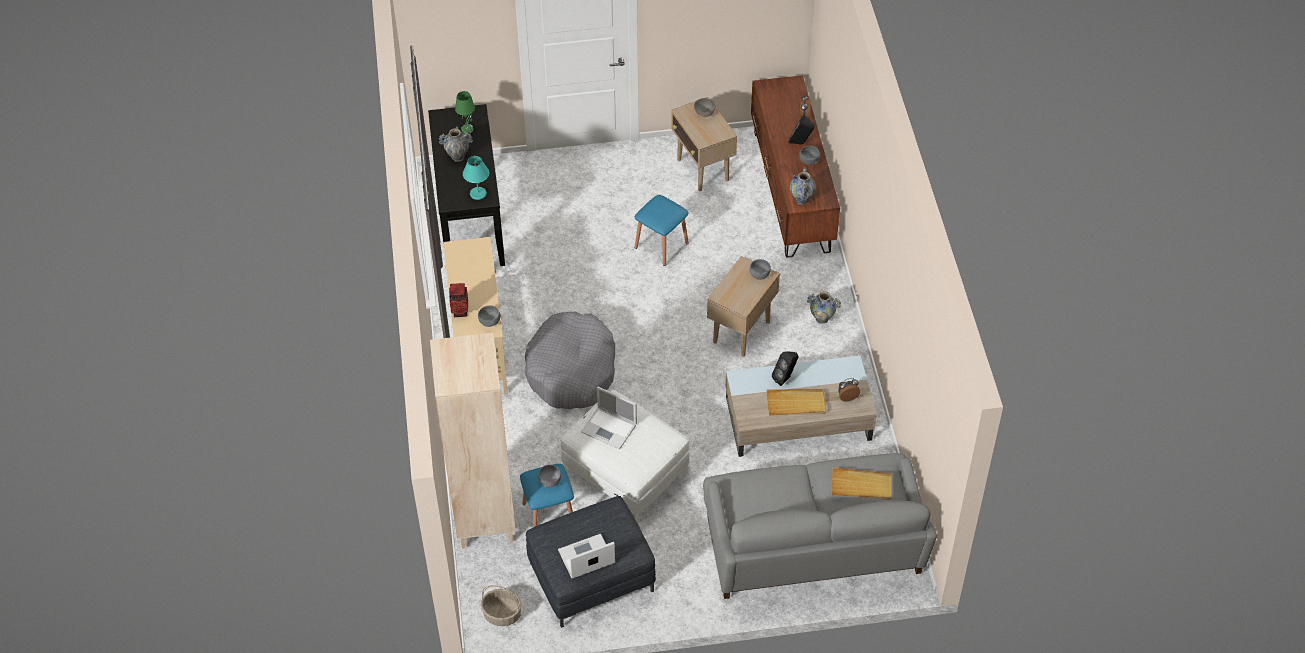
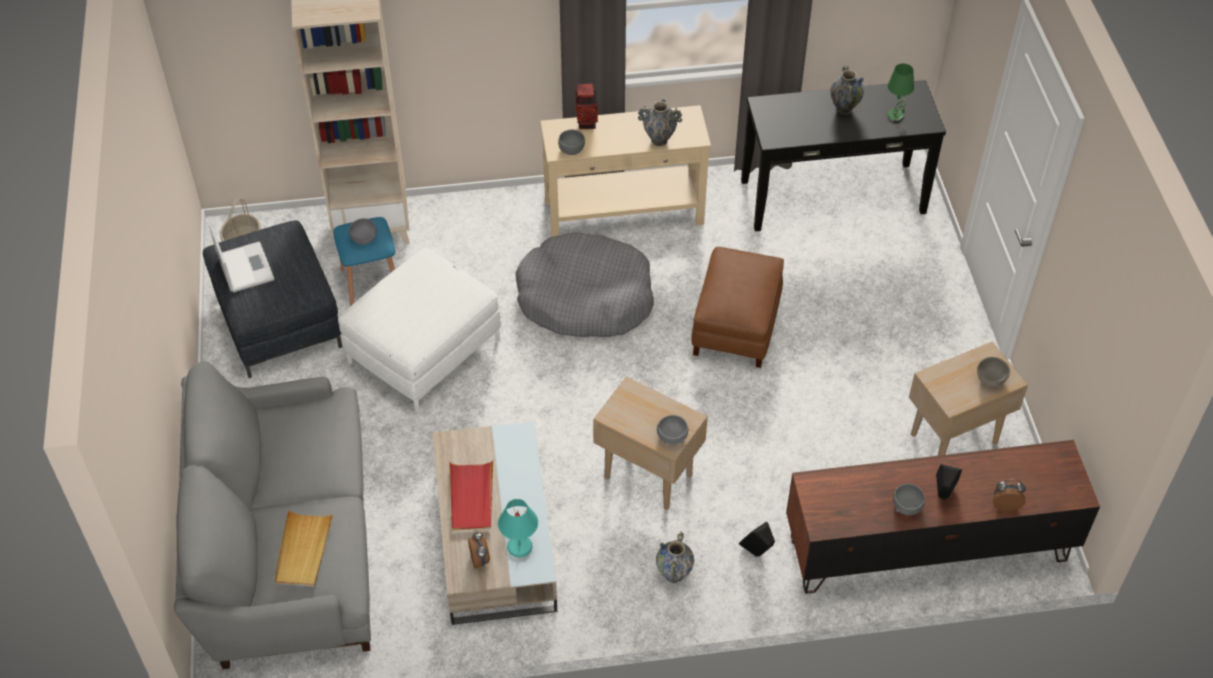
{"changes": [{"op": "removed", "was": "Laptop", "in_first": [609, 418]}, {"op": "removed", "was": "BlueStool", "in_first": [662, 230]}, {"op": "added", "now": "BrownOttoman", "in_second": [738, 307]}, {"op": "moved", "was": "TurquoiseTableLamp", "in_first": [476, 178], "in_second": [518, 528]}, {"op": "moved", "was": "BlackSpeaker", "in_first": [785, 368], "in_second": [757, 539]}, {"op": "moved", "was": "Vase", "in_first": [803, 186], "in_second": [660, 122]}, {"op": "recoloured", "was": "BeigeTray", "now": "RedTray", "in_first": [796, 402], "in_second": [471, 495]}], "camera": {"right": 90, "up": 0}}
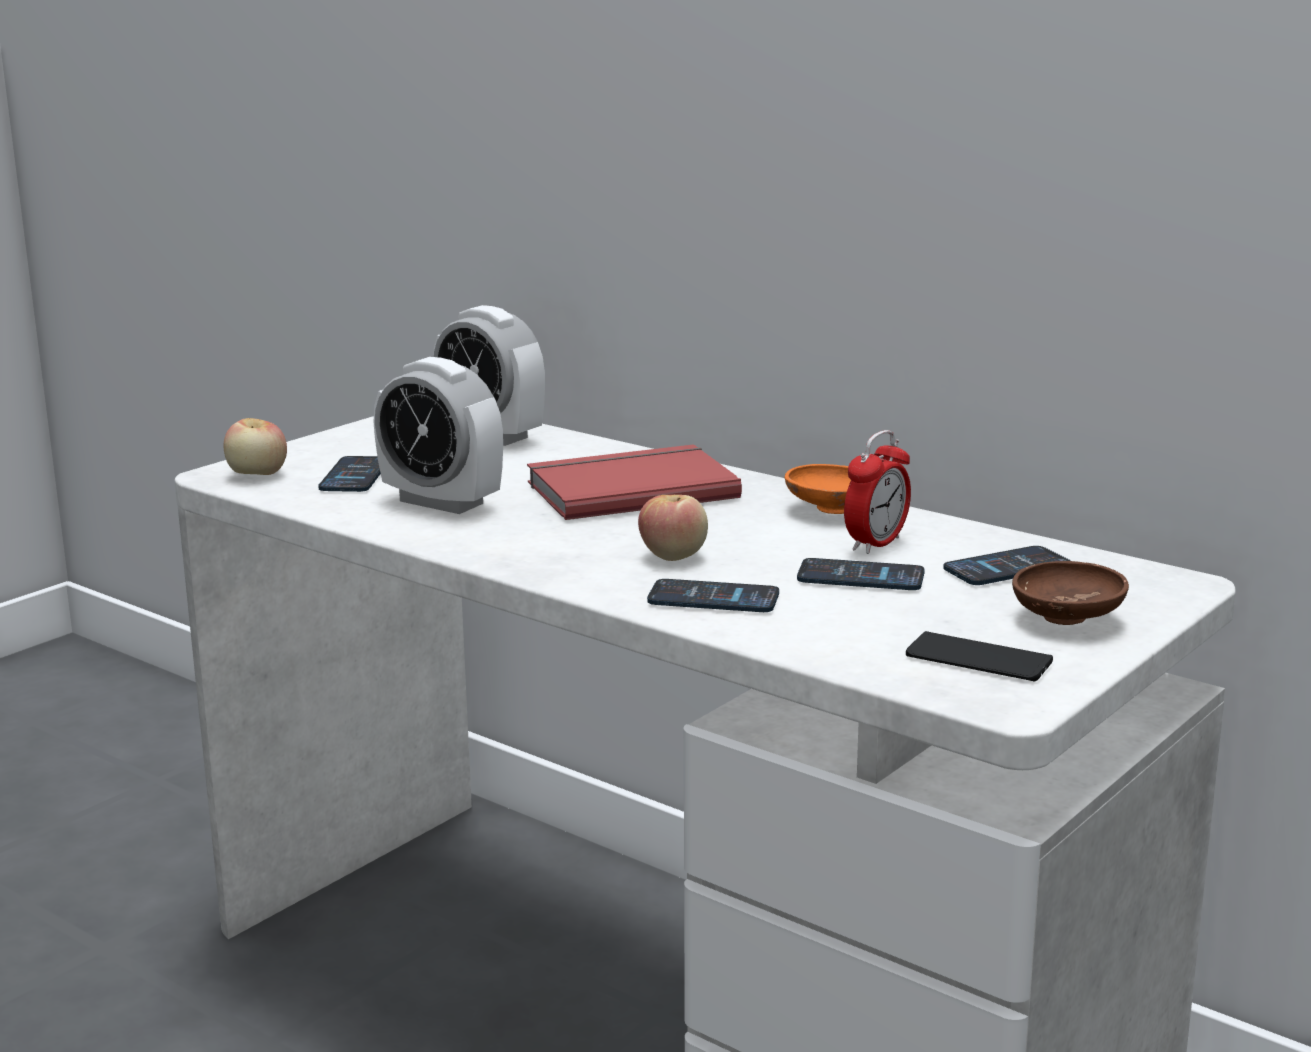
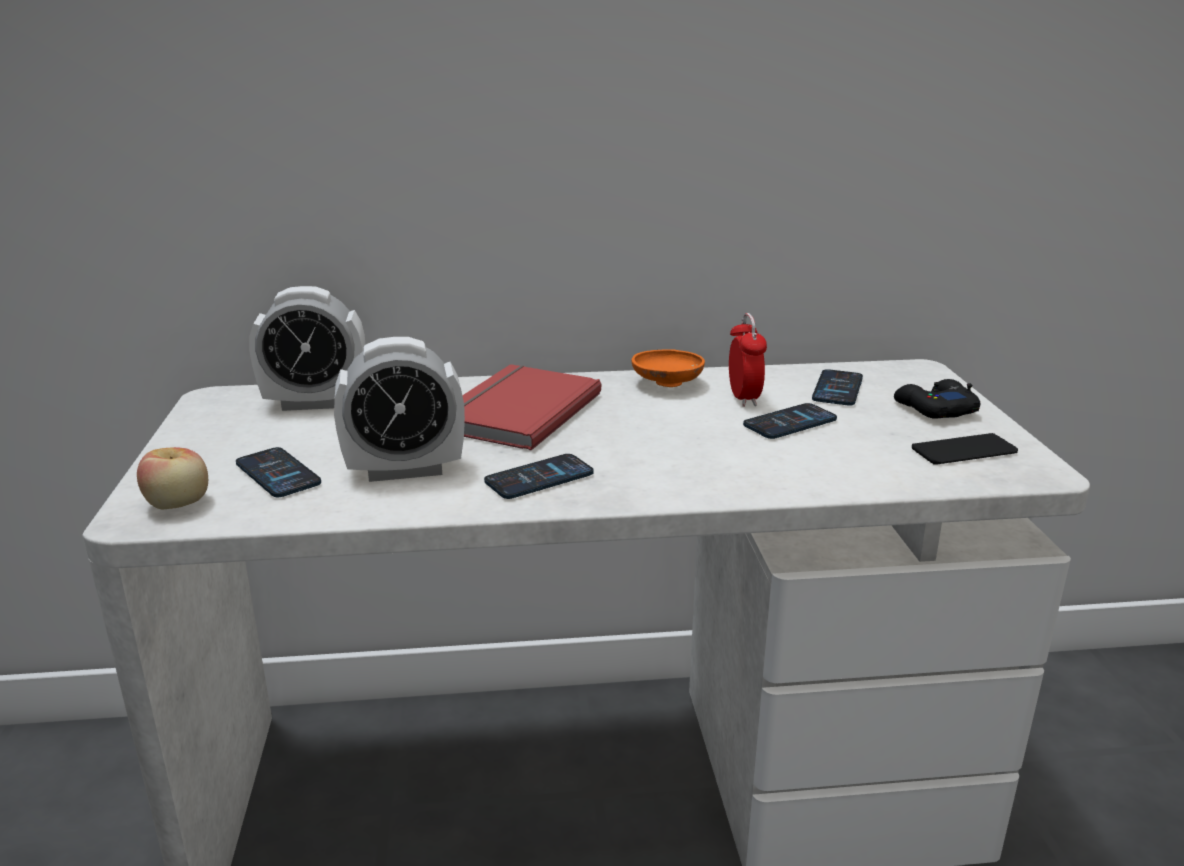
{"changes": [{"op": "removed", "was": "Apple", "in_first": [673, 528]}, {"op": "moved", "was": "Phone", "in_first": [713, 595], "in_second": [538, 476]}, {"op": "replaced", "was": "BrownBowl", "now": "BlackGameController", "in_first": [1070, 593], "in_second": [937, 399]}], "camera": {"right": -45, "up": 5}}
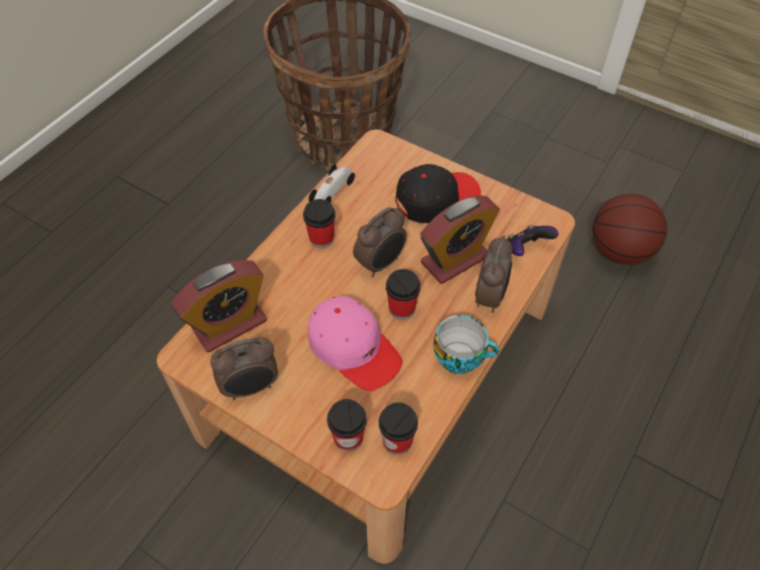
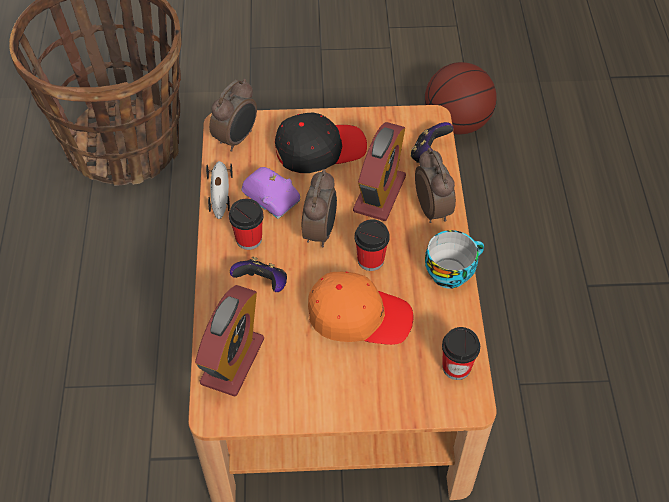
{"changes": [{"op": "removed", "was": "Cup", "in_first": [347, 425]}, {"op": "added", "now": "GameController", "in_second": [258, 274]}, {"op": "added", "now": "PurpleToyCar", "in_second": [270, 193]}, {"op": "moved", "was": "AlarmClock", "in_first": [244, 368], "in_second": [233, 115]}, {"op": "recoloured", "was": "PinkCap", "now": "OrangeCap", "in_first": [355, 343], "in_second": [360, 308]}, {"op": "turned", "was": "BlackCap", "in_first": [438, 193], "in_second": [321, 143], "clockwise": 45}], "camera": {"right": -35, "up": 0}}
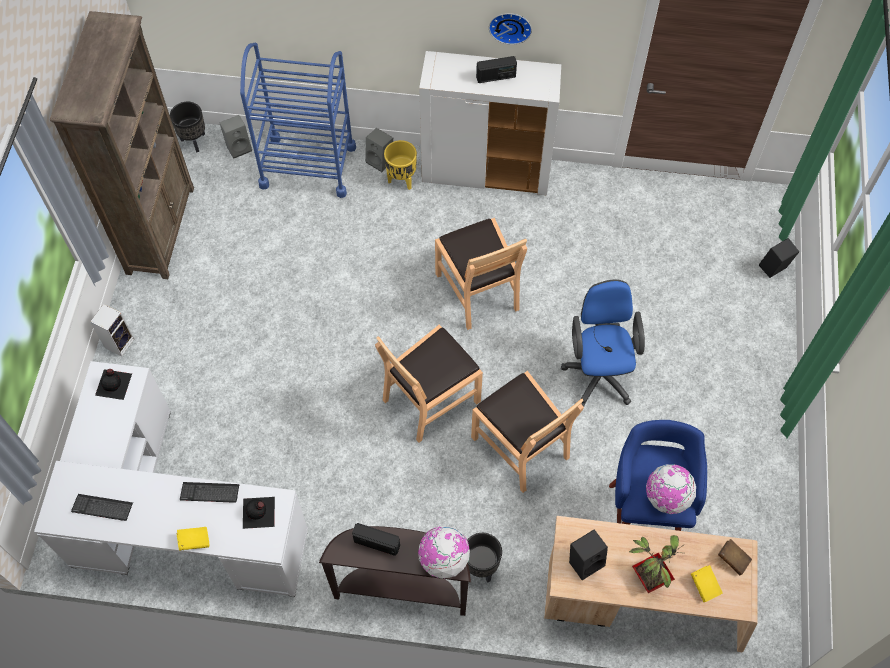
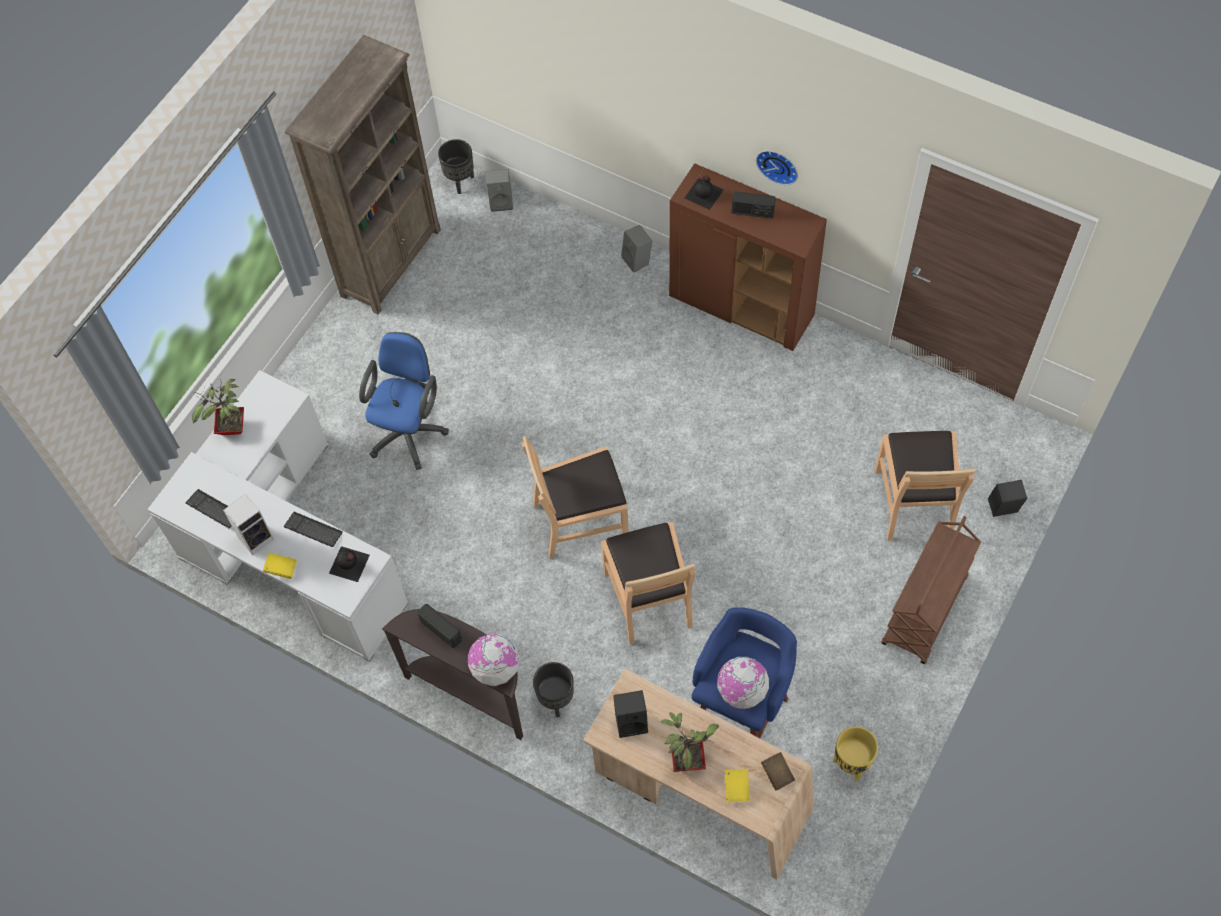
{"changes": [{"op": "removed", "was": "BlueCart", "in_first": [298, 120]}, {"op": "added", "now": "PottedPlant", "in_second": [218, 407]}, {"op": "added", "now": "BrownCart", "in_second": [931, 590]}, {"op": "moved", "was": "Speaker", "in_first": [112, 330], "in_second": [248, 524]}, {"op": "moved", "was": "BlackBottle", "in_first": [113, 384], "in_second": [704, 193]}, {"op": "moved", "was": "YellowPlanter", "in_first": [400, 165], "in_second": [855, 753]}, {"op": "moved", "was": "BrownChair", "in_first": [481, 274], "in_second": [925, 486]}, {"op": "moved", "was": "BlueOfficeChair", "in_first": [603, 343], "in_second": [404, 401]}, {"op": "recoloured", "was": "WhiteCabinet", "now": "BrownCabinet", "in_first": [490, 123], "in_second": [748, 257]}], "camera": {"right": 25, "up": 0}}
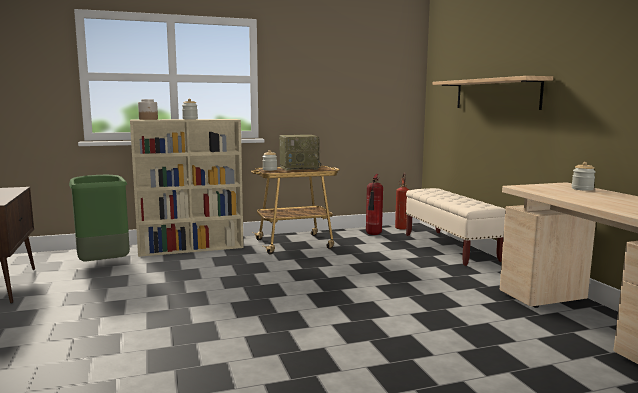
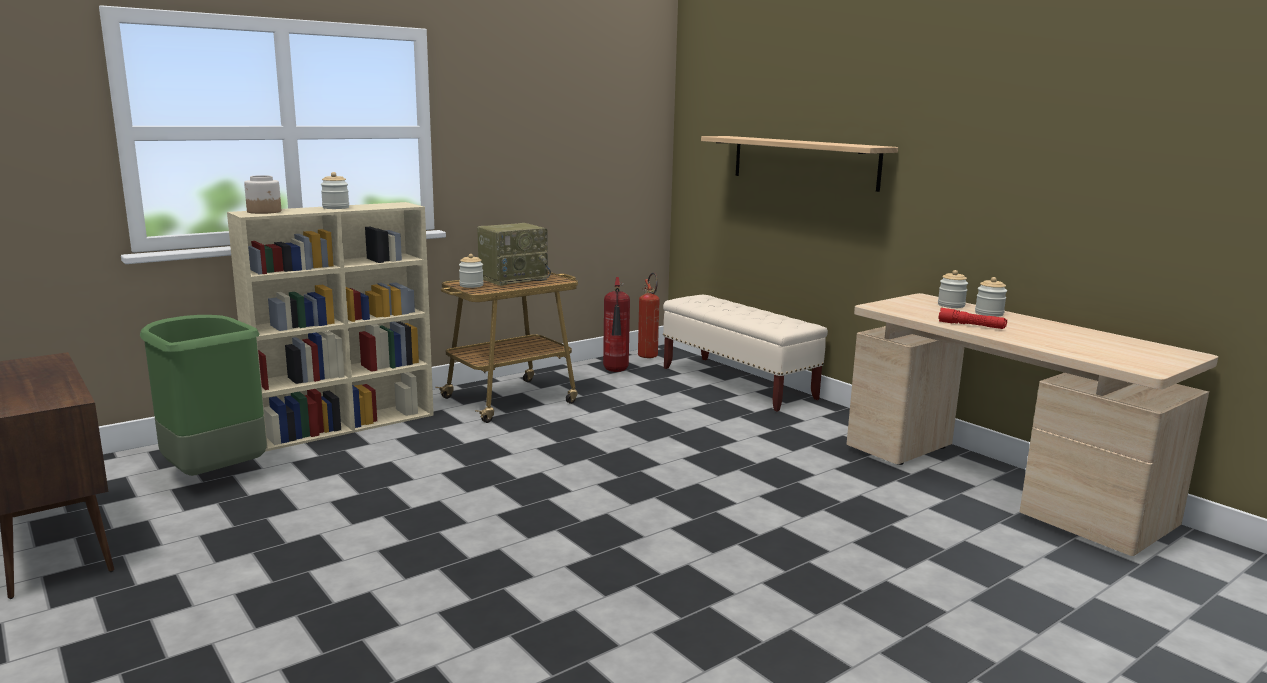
{"changes": [{"op": "added", "now": "RedFlashlight", "in_second": [973, 318]}, {"op": "added", "now": "Jar", "in_second": [991, 297]}], "camera": {"right": -20, "up": 5}}
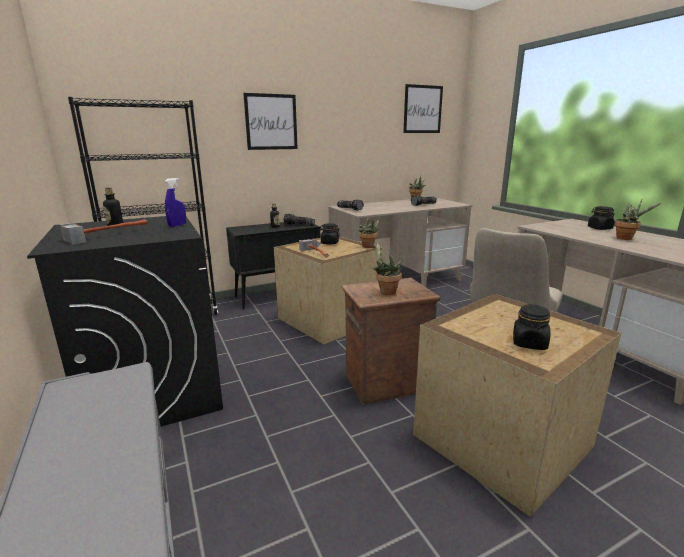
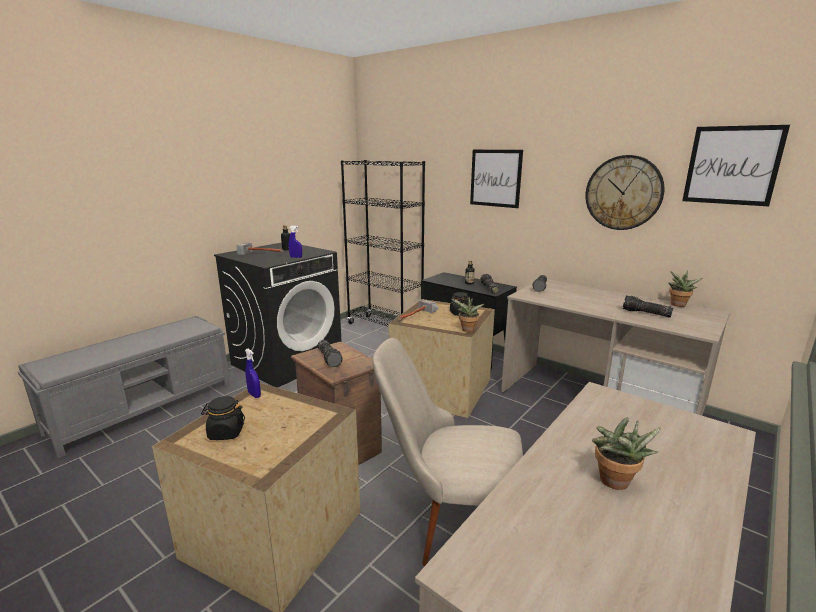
{"changes": [{"op": "removed", "was": "BlackJar", "in_first": [601, 218]}, {"op": "added", "now": "BlueSprayBottle", "in_second": [253, 373]}, {"op": "added", "now": "WallClock", "in_second": [625, 192]}, {"op": "replaced", "was": "PottedPlant", "now": "Flashlight", "in_first": [387, 268], "in_second": [330, 353]}], "camera": {"right": 65, "up": 0}}
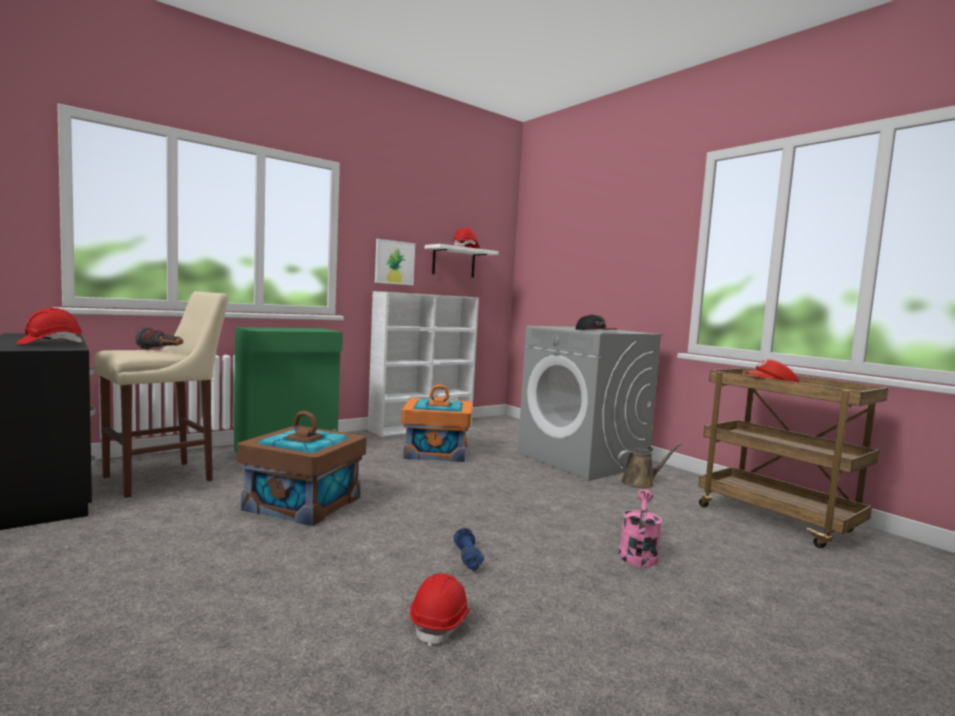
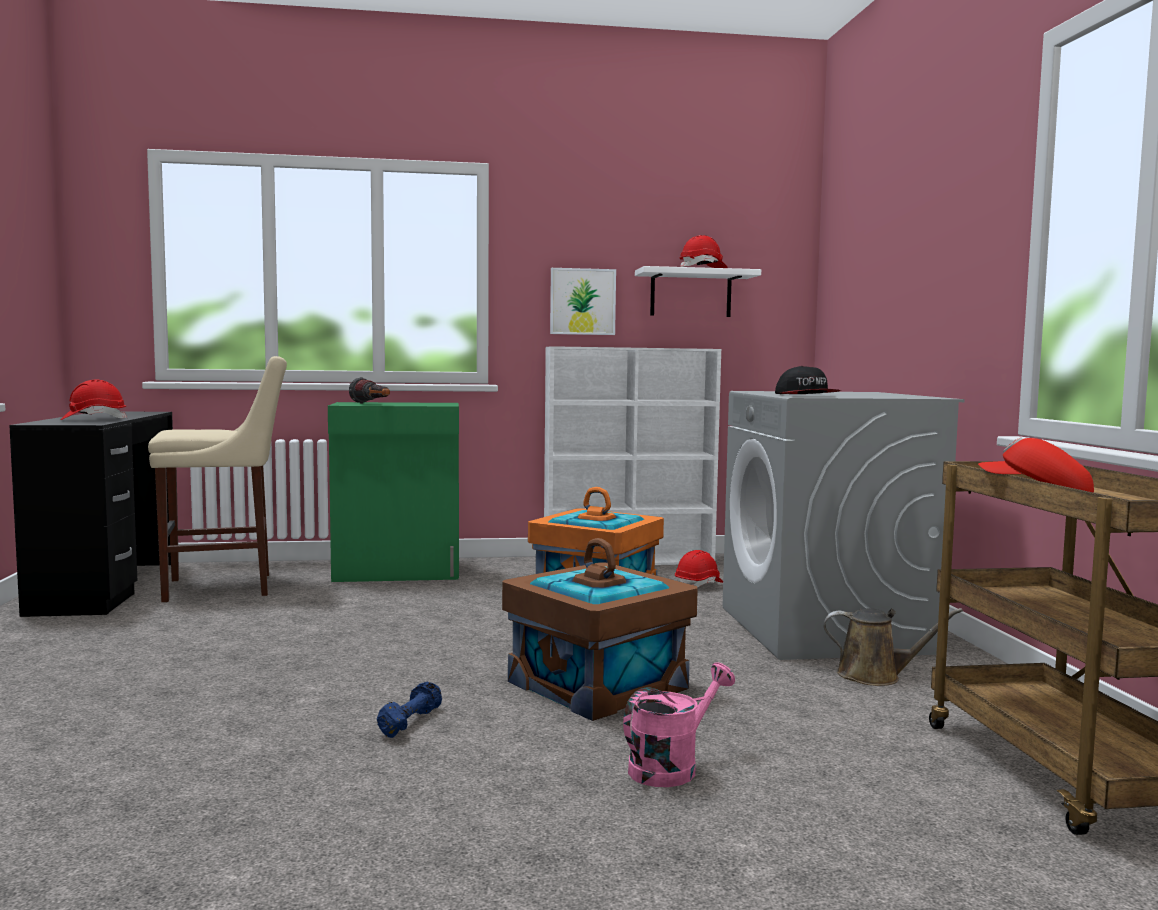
{"changes": [{"op": "moved", "was": "Flashlight", "in_first": [159, 338], "in_second": [369, 390]}, {"op": "moved", "was": "BrownStorageBox", "in_first": [302, 468], "in_second": [600, 629]}, {"op": "moved", "was": "RedHardHat", "in_first": [440, 610], "in_second": [699, 569]}], "camera": {"right": 30, "up": 0}}
